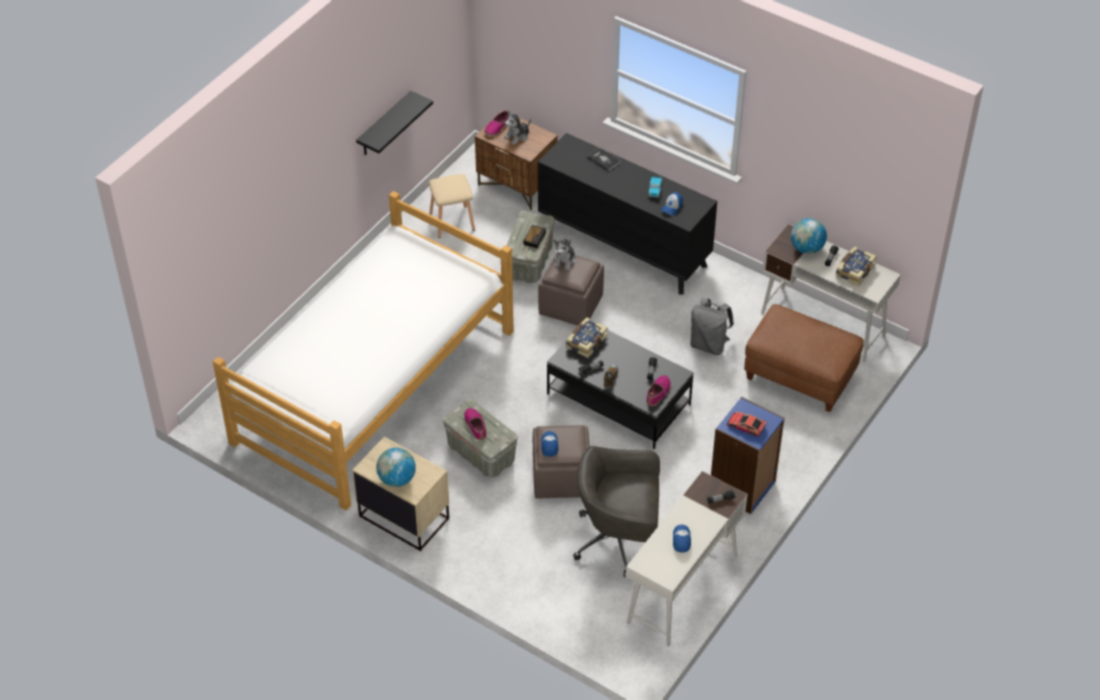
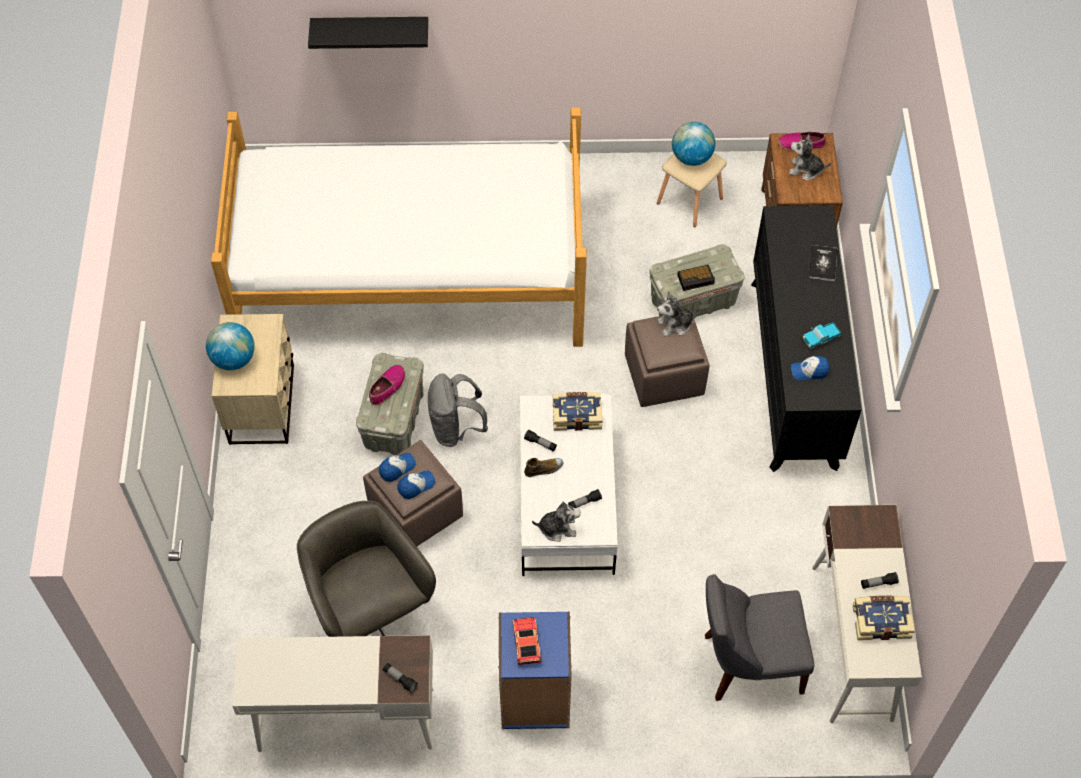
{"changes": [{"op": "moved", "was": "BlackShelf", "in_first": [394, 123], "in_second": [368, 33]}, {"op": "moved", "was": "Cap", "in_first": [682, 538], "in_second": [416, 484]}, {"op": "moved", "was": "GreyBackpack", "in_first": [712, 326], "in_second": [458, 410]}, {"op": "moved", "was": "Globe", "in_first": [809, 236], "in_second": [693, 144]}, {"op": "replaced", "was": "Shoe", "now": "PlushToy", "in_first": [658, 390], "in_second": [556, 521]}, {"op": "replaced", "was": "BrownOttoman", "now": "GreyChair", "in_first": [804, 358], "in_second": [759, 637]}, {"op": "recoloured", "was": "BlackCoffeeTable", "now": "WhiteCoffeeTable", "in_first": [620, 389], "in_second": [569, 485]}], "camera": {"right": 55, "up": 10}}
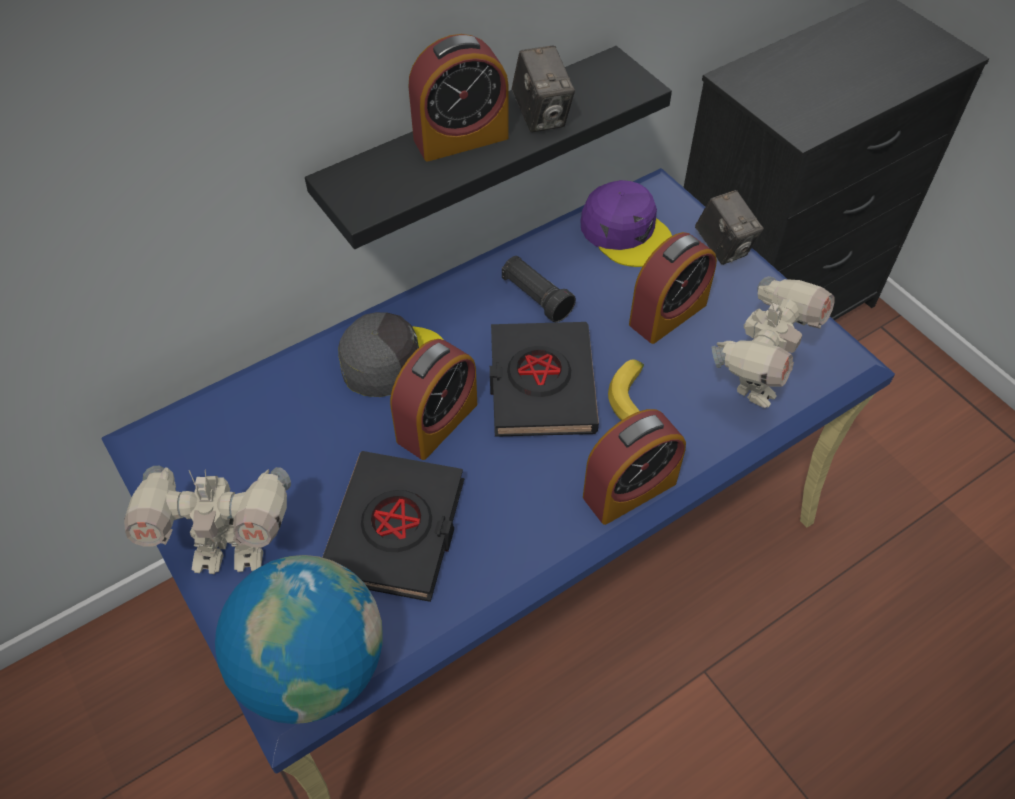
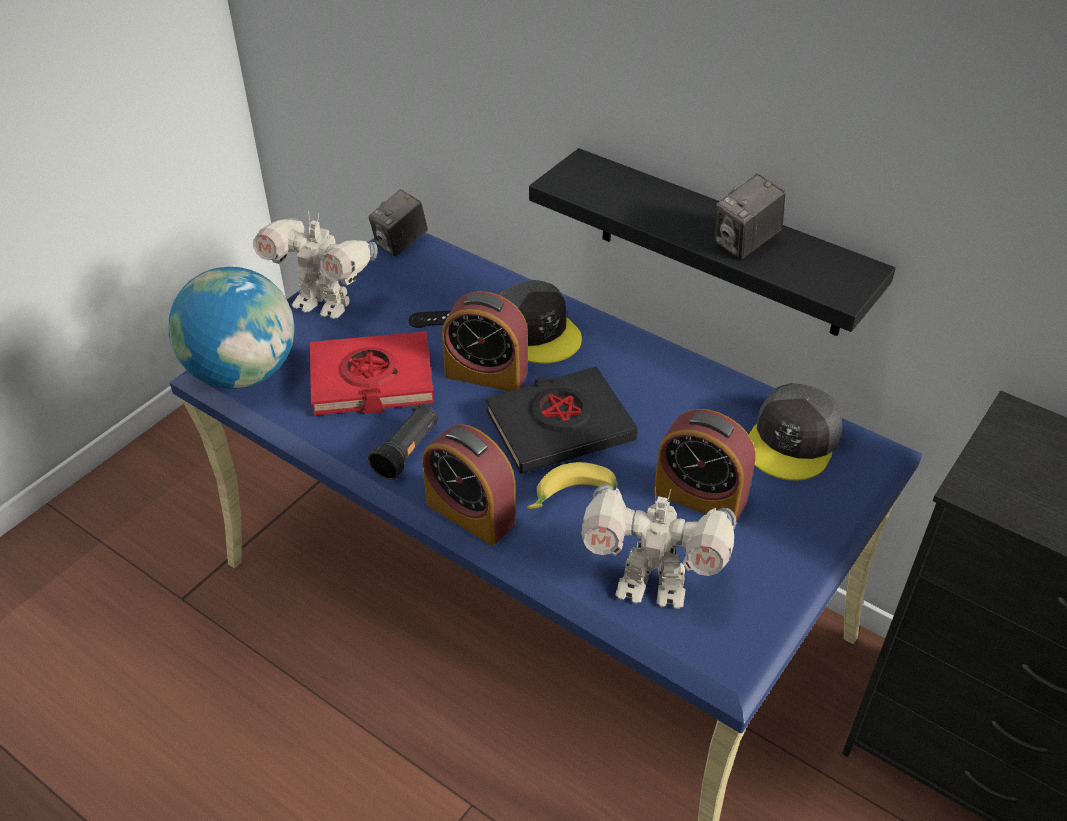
{"changes": [{"op": "removed", "was": "AlarmClock", "in_first": [459, 97]}, {"op": "added", "now": "BlackGameController", "in_second": [429, 319]}, {"op": "moved", "was": "BlackFlashlight", "in_first": [539, 289], "in_second": [403, 442]}, {"op": "moved", "was": "PhotoCamera", "in_first": [729, 227], "in_second": [398, 222]}, {"op": "recoloured", "was": "BlackBook", "now": "RedBook", "in_first": [393, 526], "in_second": [372, 373]}, {"op": "recoloured", "was": "PurpleCap", "now": "GreyCap", "in_first": [626, 223], "in_second": [796, 432]}, {"op": "turned", "was": "ToyRobot", "in_first": [207, 520], "in_second": [315, 265], "clockwise": -45}], "camera": {"right": 70, "up": -10}}
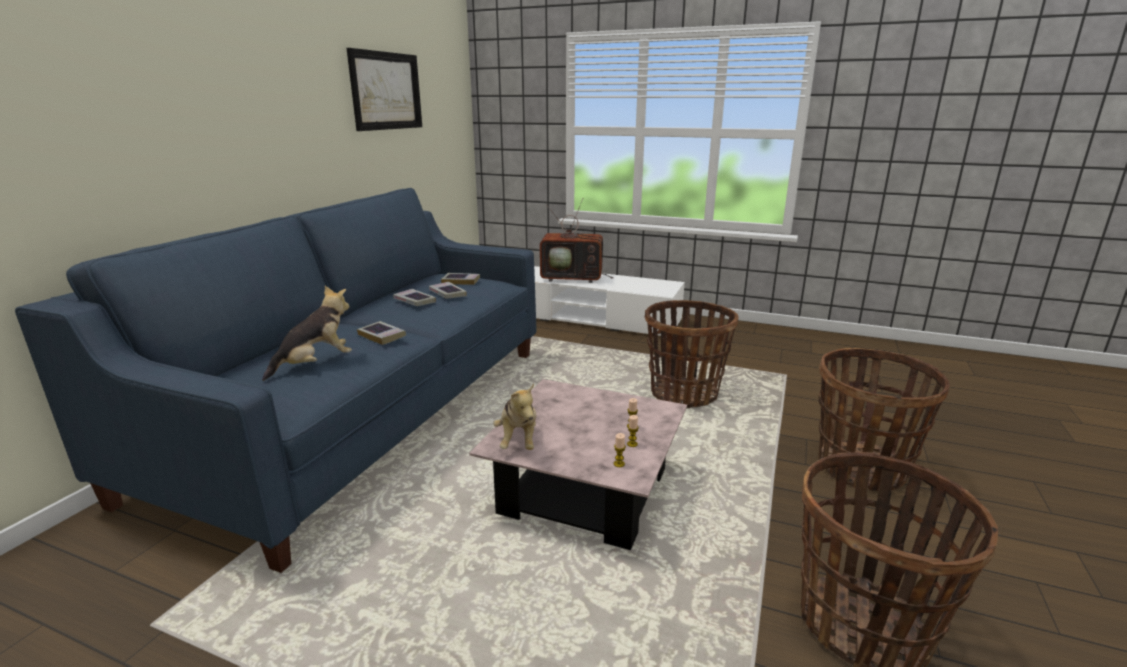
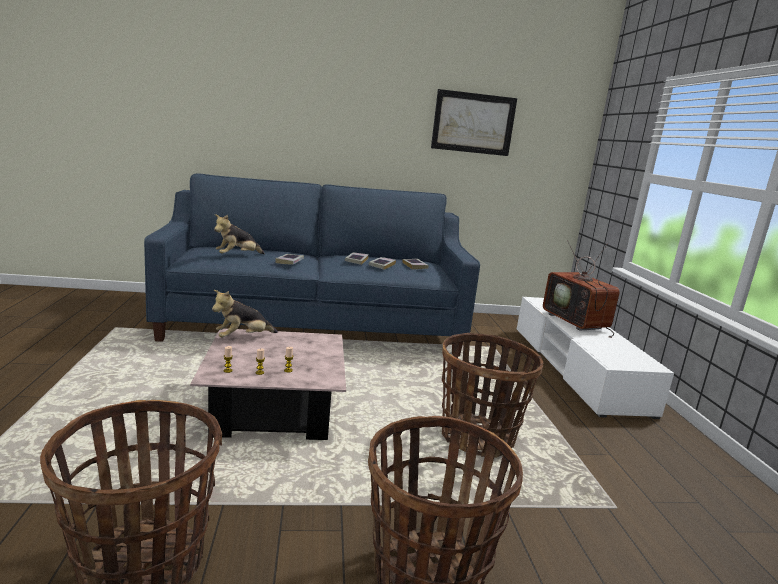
{"changes": [{"op": "turned", "was": "PlushToy", "in_first": [307, 333], "in_second": [239, 234], "clockwise": 120}], "camera": {"right": 60, "up": -5}}
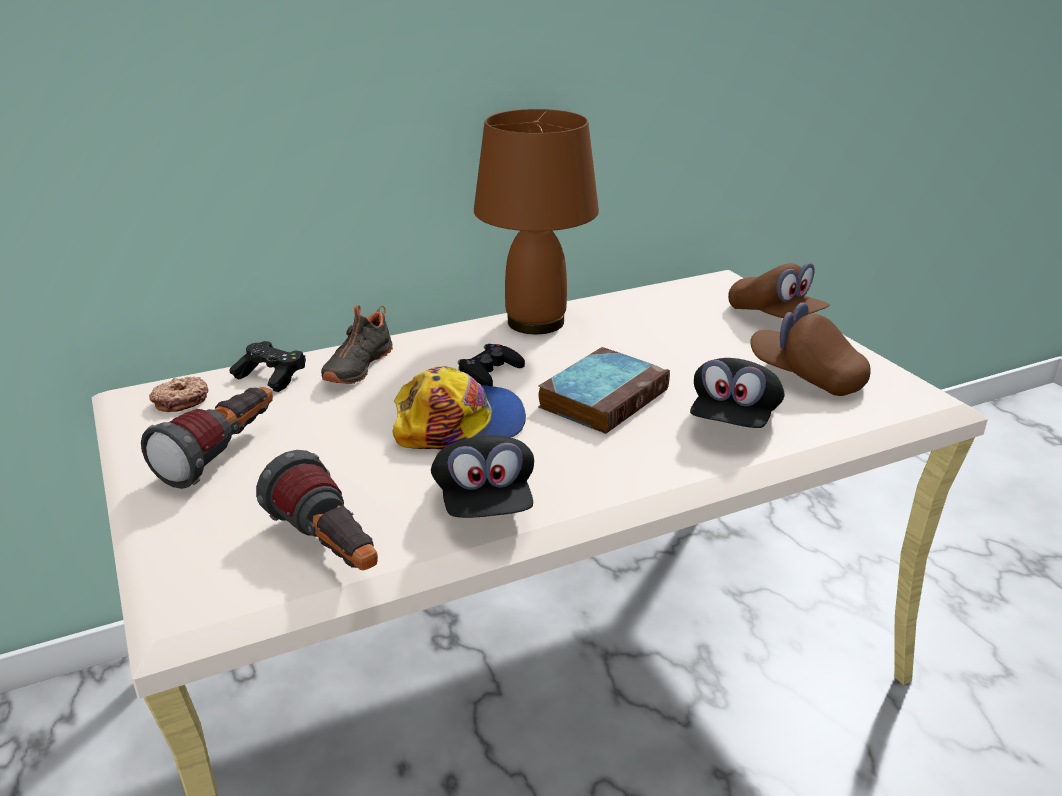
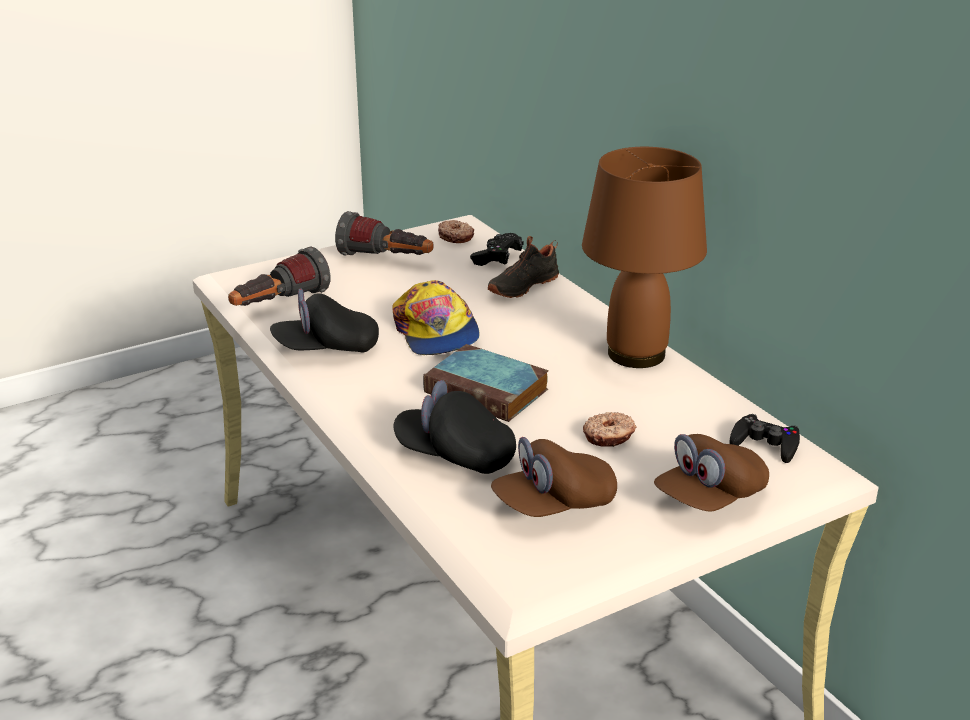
{"changes": [{"op": "added", "now": "Donut", "in_second": [610, 429]}, {"op": "moved", "was": "BlackGameController", "in_first": [491, 365], "in_second": [764, 438]}, {"op": "turned", "was": "BlackShoe", "in_first": [357, 344], "in_second": [523, 267], "clockwise": -60}, {"op": "turned", "was": "BrownCap", "in_first": [810, 349], "in_second": [554, 477], "clockwise": -150}], "camera": {"right": 85, "up": 0}}
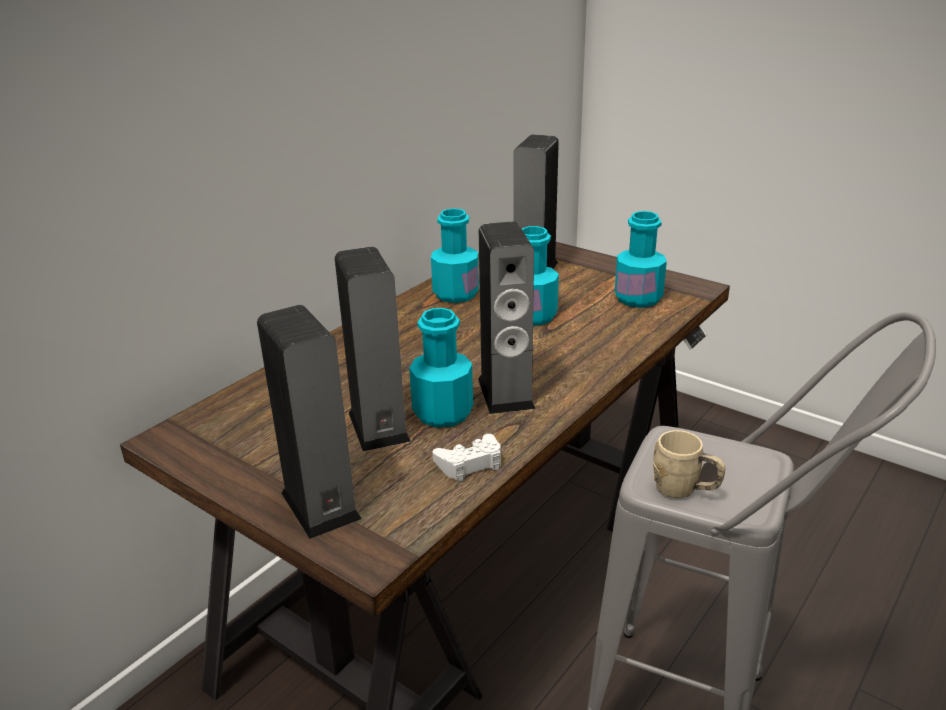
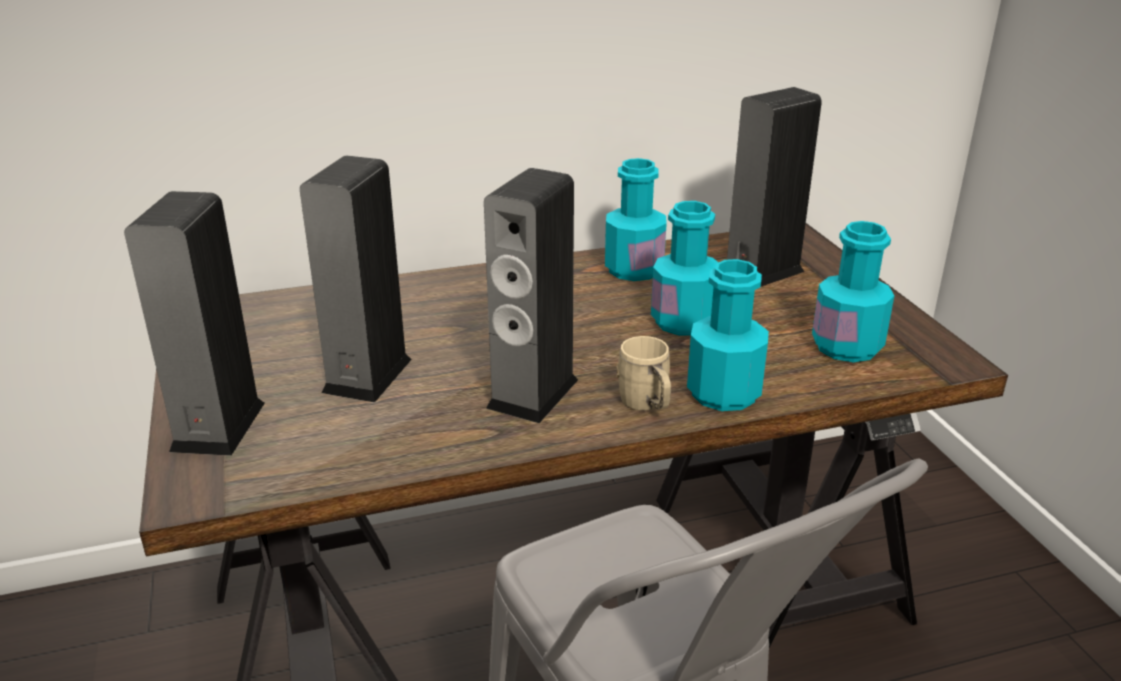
{"changes": [{"op": "removed", "was": "WhiteGameController", "in_first": [466, 458]}, {"op": "moved", "was": "TurquoiseBottle", "in_first": [441, 368], "in_second": [728, 335]}, {"op": "moved", "was": "BeigeMug", "in_first": [689, 464], "in_second": [643, 373]}], "camera": {"right": 35, "up": 0}}
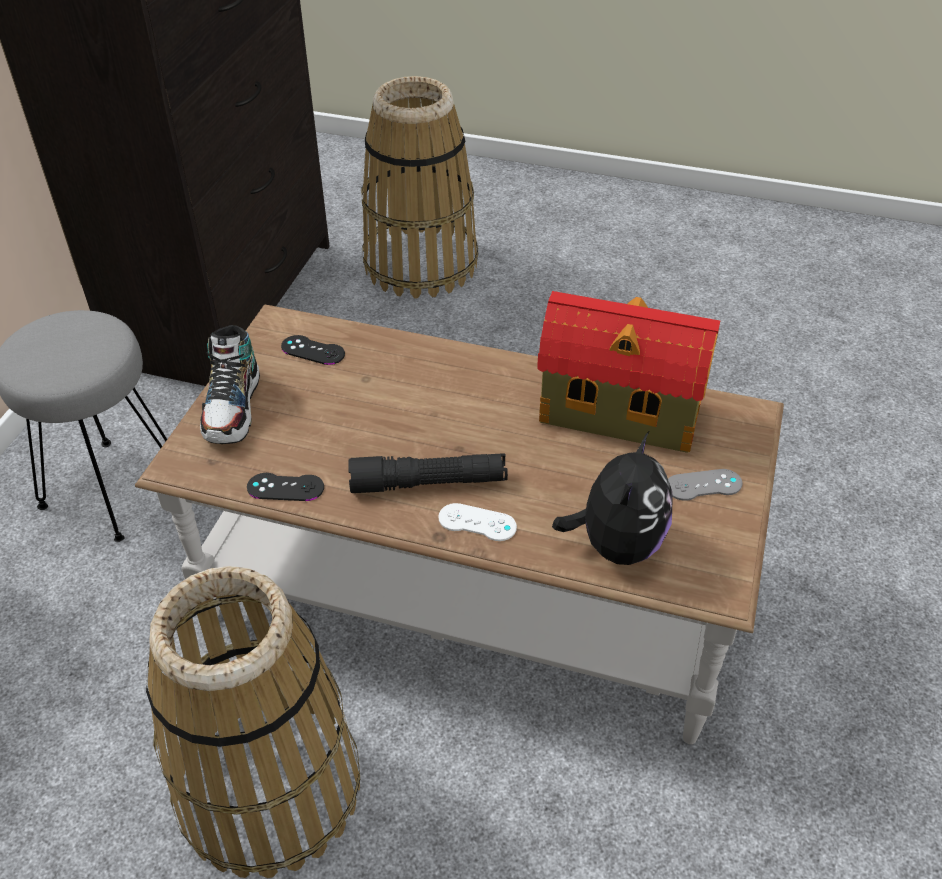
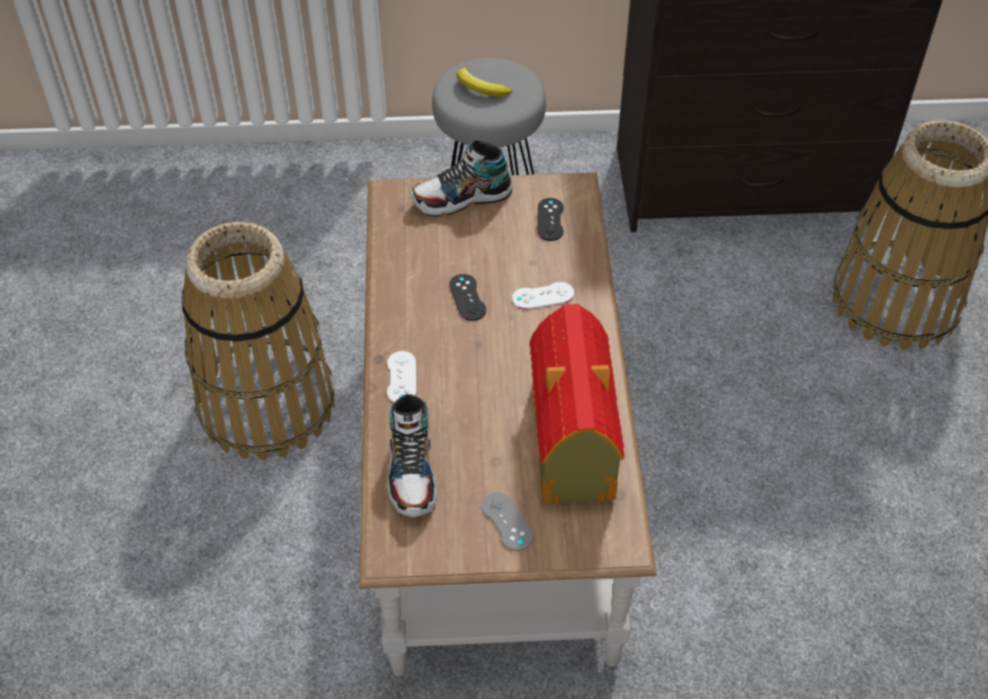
{"changes": [{"op": "removed", "was": "BlackFlashlight", "in_first": [428, 473]}, {"op": "added", "now": "Banana", "in_second": [484, 81]}, {"op": "added", "now": "WhiteGameController", "in_second": [543, 295]}, {"op": "moved", "was": "BlackGameController", "in_first": [285, 487], "in_second": [467, 297]}, {"op": "replaced", "was": "PlushToy", "now": "Shoe", "in_first": [612, 498], "in_second": [412, 455]}], "camera": {"right": 70, "up": 5}}
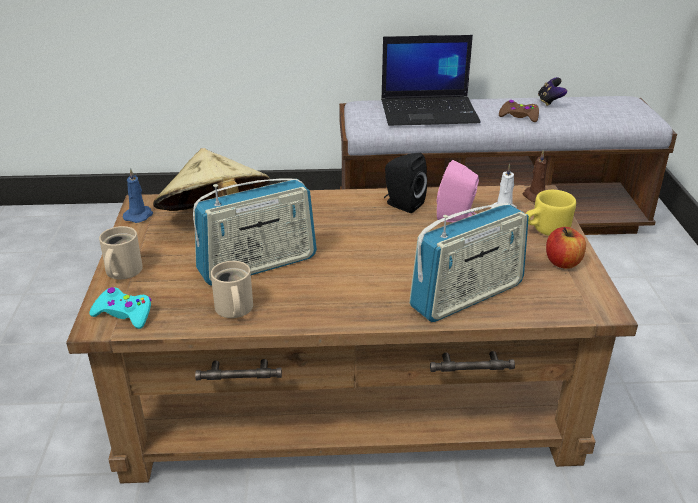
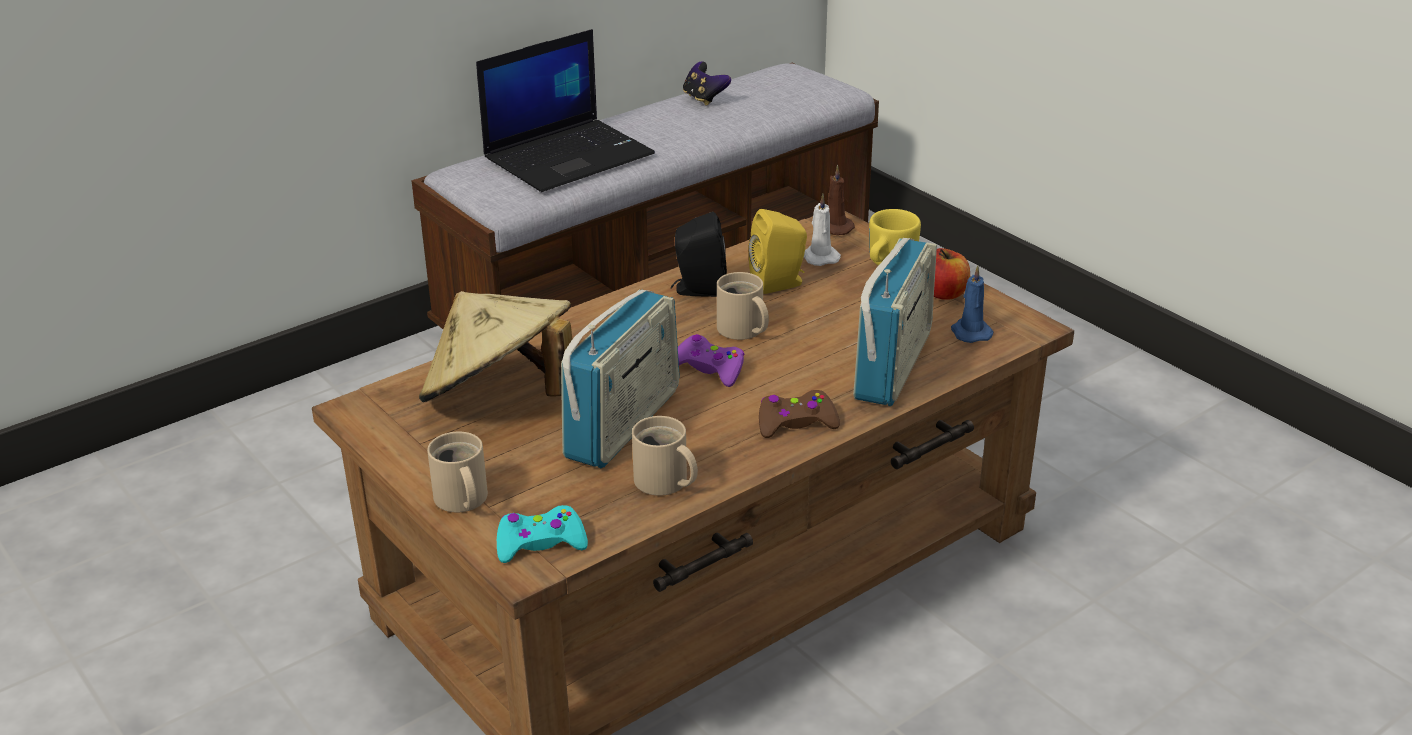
{"changes": [{"op": "added", "now": "PurpleGameController", "in_second": [711, 360]}, {"op": "added", "now": "BeigeMug", "in_second": [743, 306]}, {"op": "moved", "was": "BlueCandle", "in_first": [138, 195], "in_second": [972, 304]}, {"op": "moved", "was": "BrownGameController", "in_first": [519, 111], "in_second": [799, 414]}, {"op": "recoloured", "was": "PinkSpeaker", "now": "YellowSpeaker", "in_first": [458, 191], "in_second": [777, 251]}], "camera": {"right": -35, "up": 0}}
